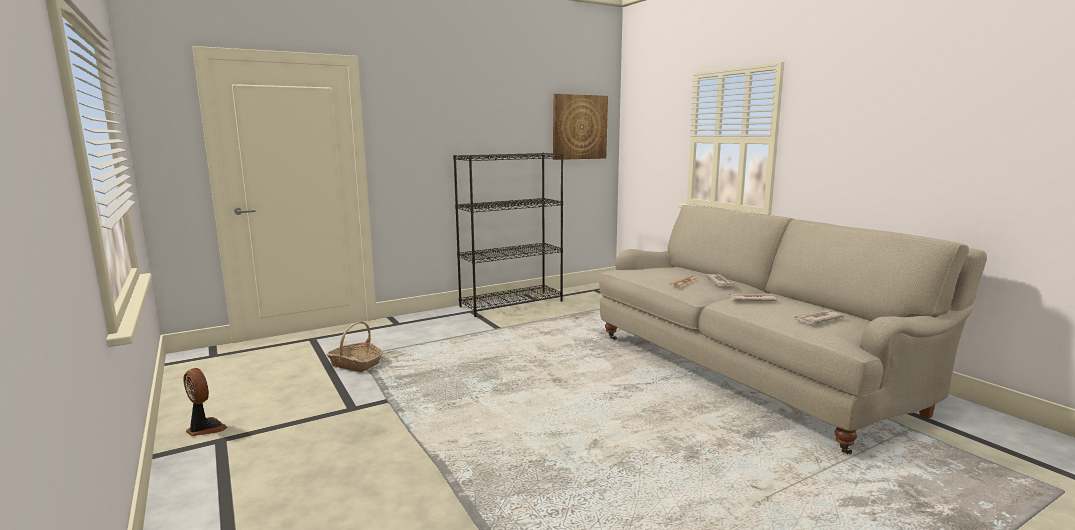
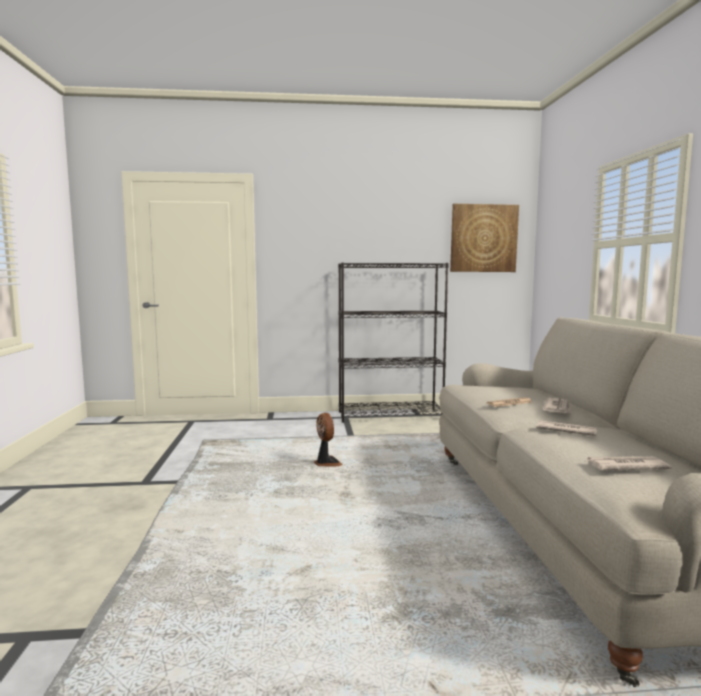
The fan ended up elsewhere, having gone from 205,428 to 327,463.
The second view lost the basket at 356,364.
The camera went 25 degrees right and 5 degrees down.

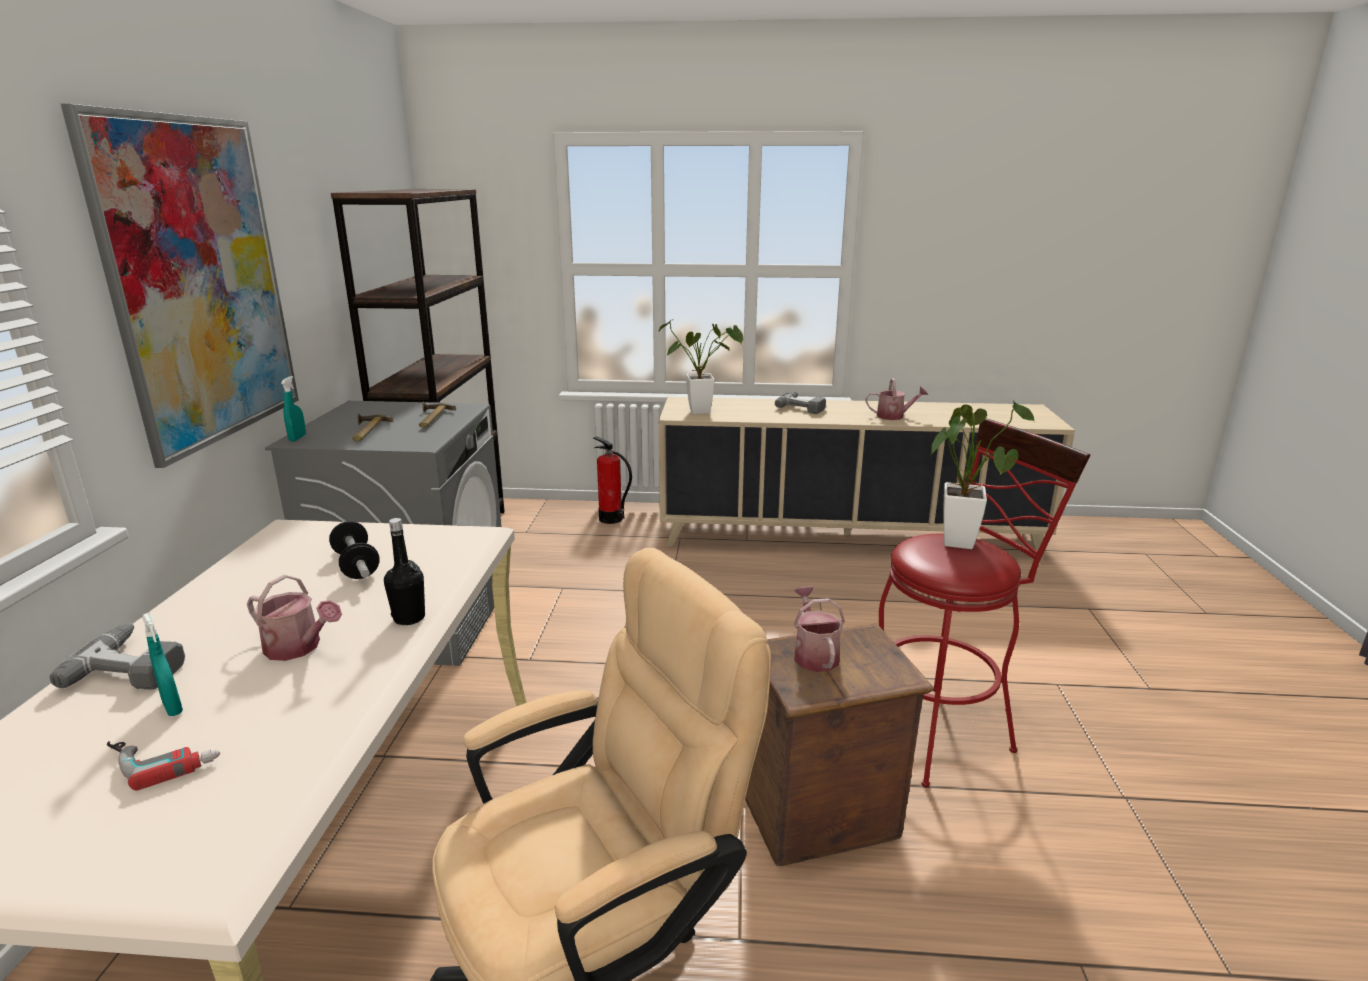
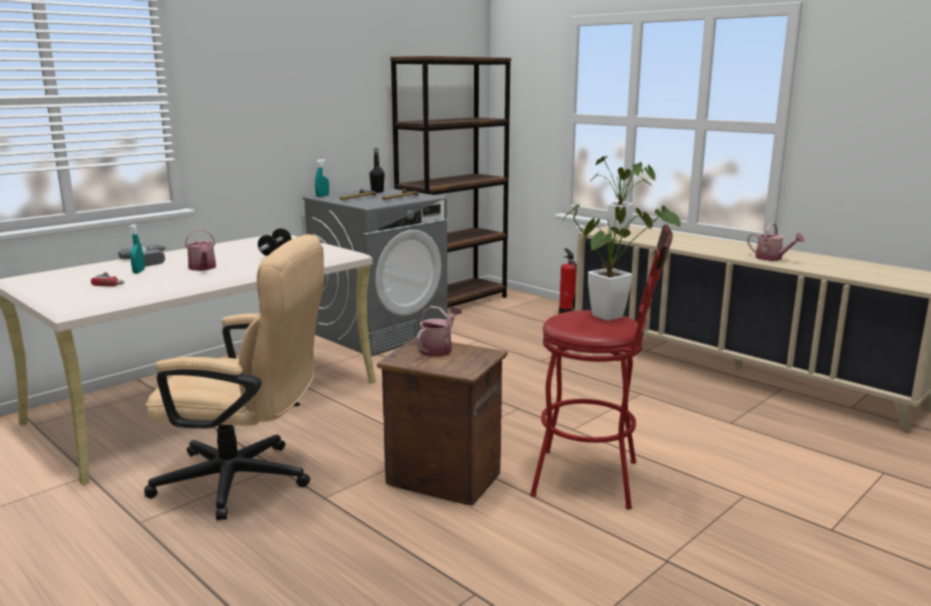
The second view lost the picture at 200,282.
The bottle/black ended up elsewhere, having gone from 409,618 to 377,192.
The second view lost the power drill at 803,407.
The camera went 40 degrees right and 5 degrees down.

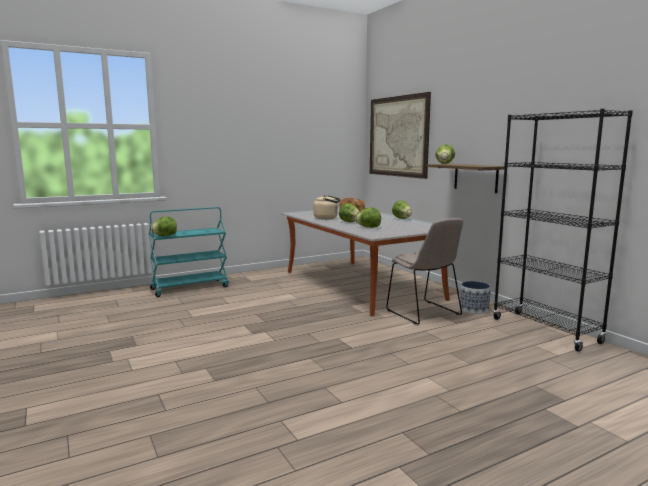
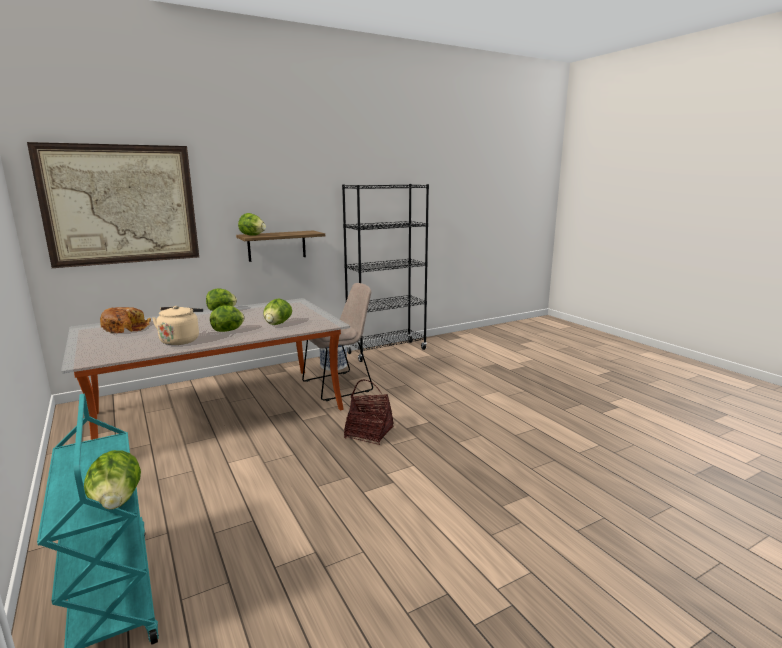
The second view gained the basket at 369,433.
The camera went 90 degrees left and 5 degrees up.

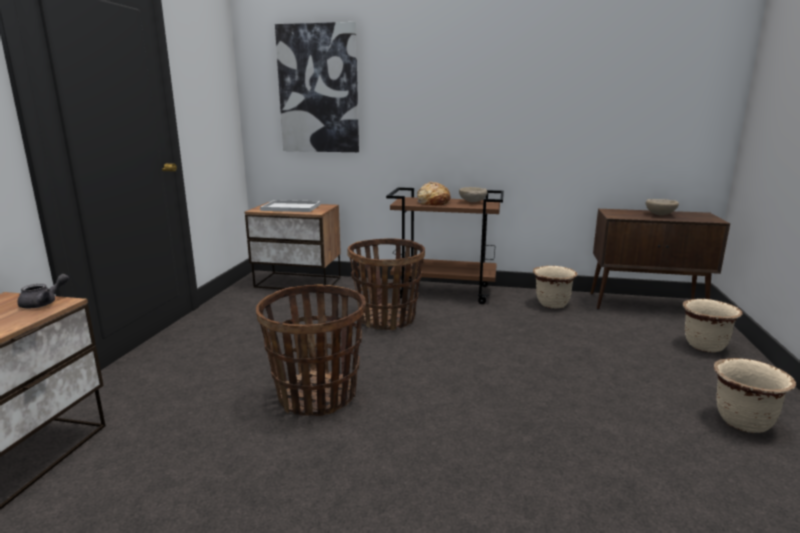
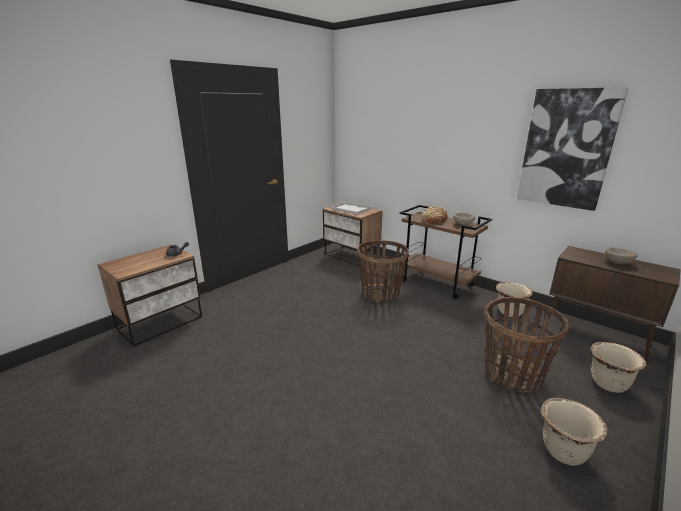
The basket ended up elsewhere, having gone from 317,396 to 512,375.
The picture ended up elsewhere, having gone from 318,89 to 566,149.
The camera went 30 degrees right and 5 degrees up.

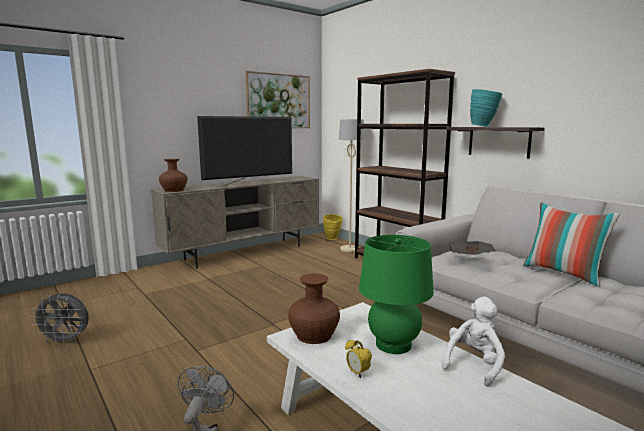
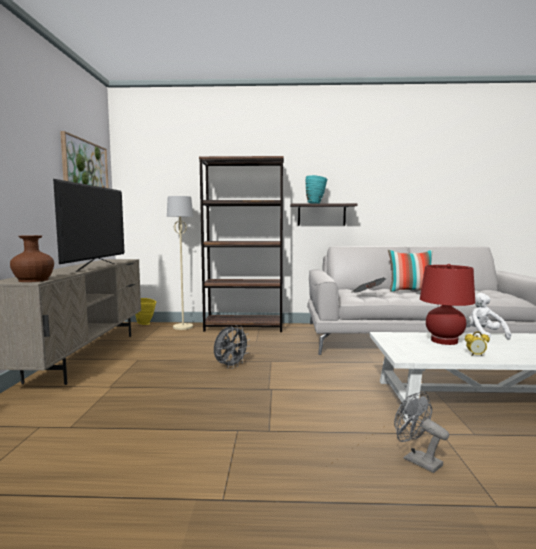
The fan/grey ended up elsewhere, having gone from 66,341 to 231,366.
The second view lost the vase/brown at 314,335.
What was the table lamp/green at 393,344 turned into the table lamp/red at 444,341.
The camera went 50 degrees left and 5 degrees down.

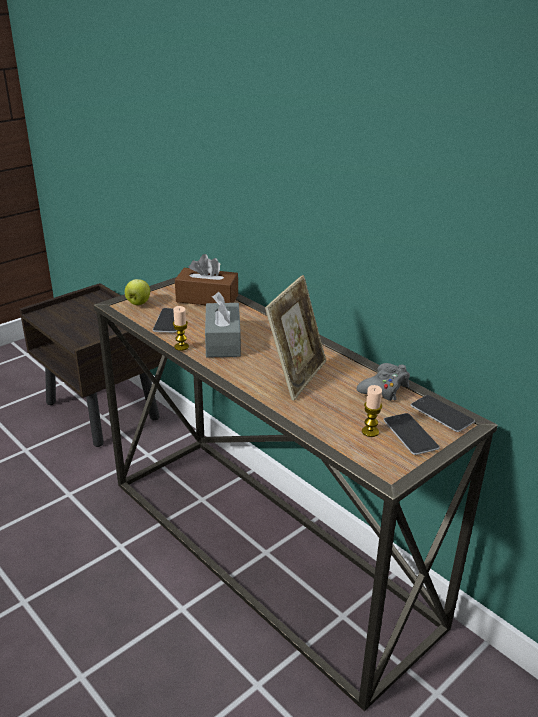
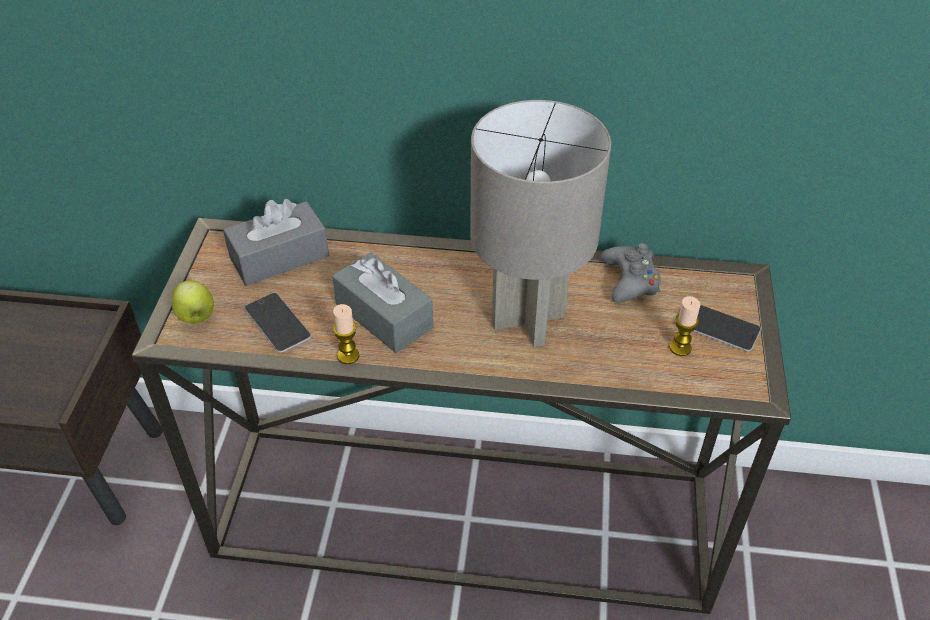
What was the tissue box/brown at 207,298 turned into the tissue box/grey at 279,257.
Where the picture frame stood at 296,376, the table lamp/grey came to stand at 527,319.
The second view lost the phone at 442,413.
The camera went 40 degrees left and 15 degrees up.

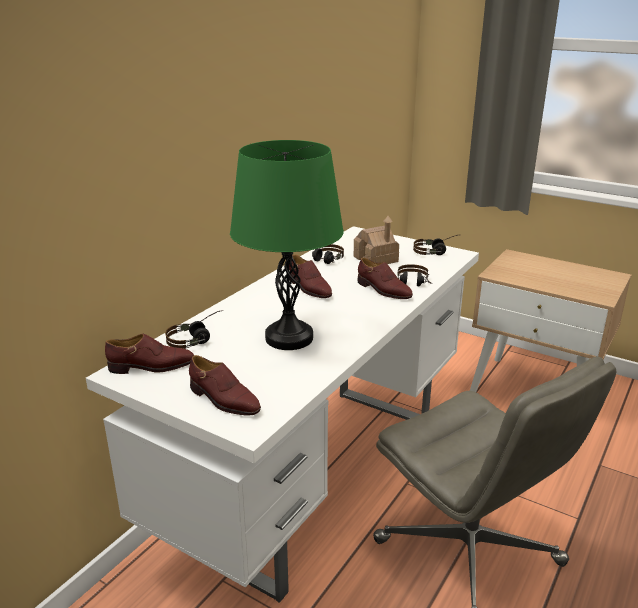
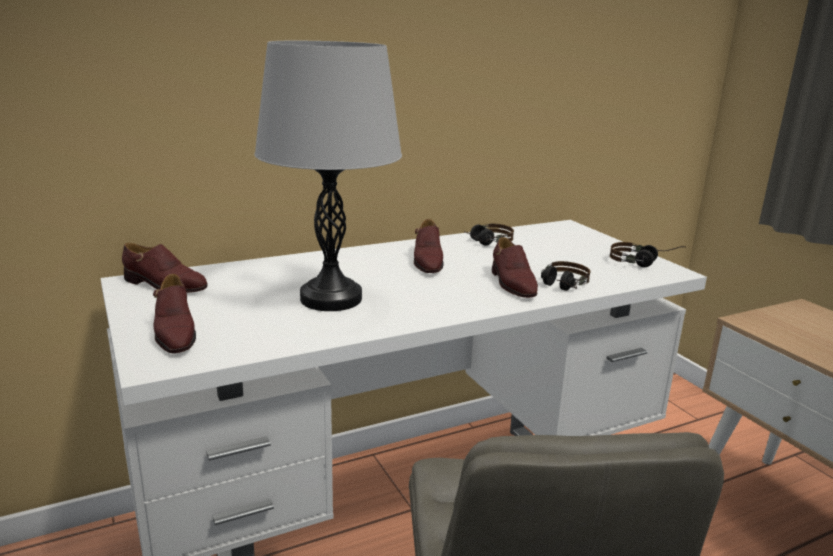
The second view lost the headphones at 198,338.
What was the table lamp/green at 289,338 turned into the table lamp/grey at 331,298.
The second view lost the toy house at 376,259.
The camera went 30 degrees right and 5 degrees down.

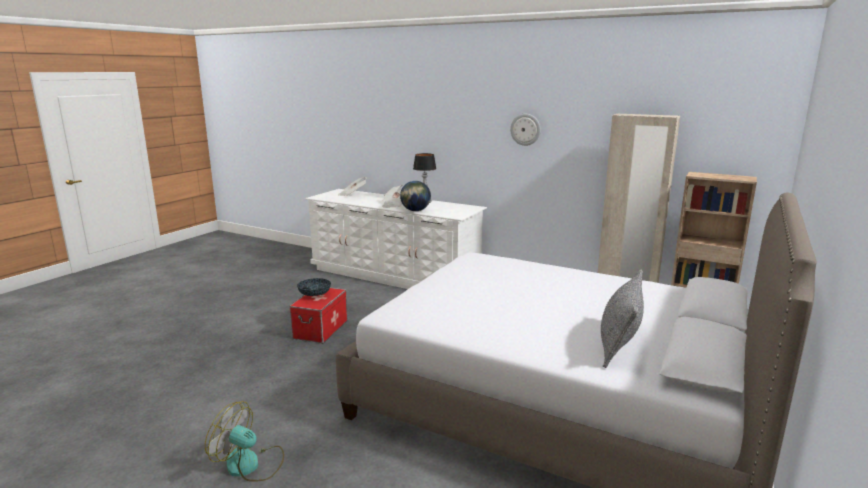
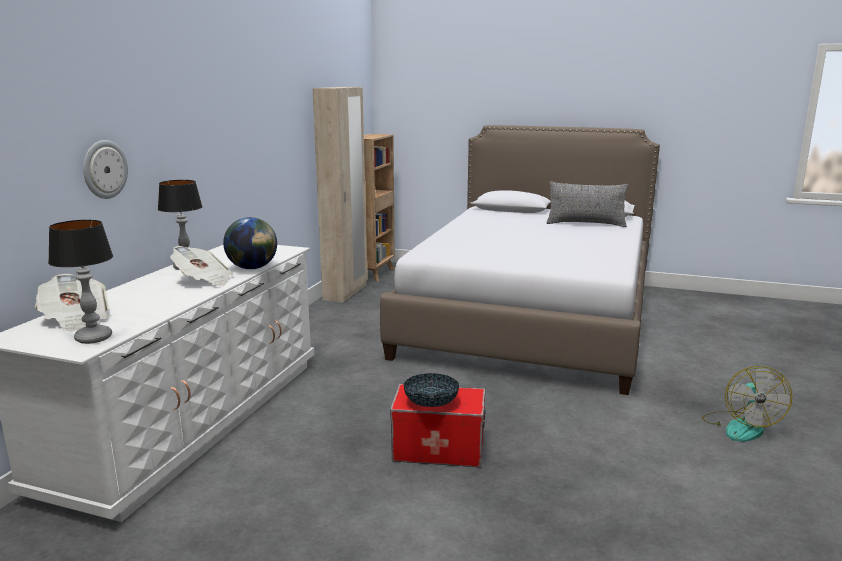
The wall clock ended up elsewhere, having gone from 525,129 to 104,169.
The second view gained the table lamp at 93,338.
The camera went 100 degrees left and 0 degrees up.

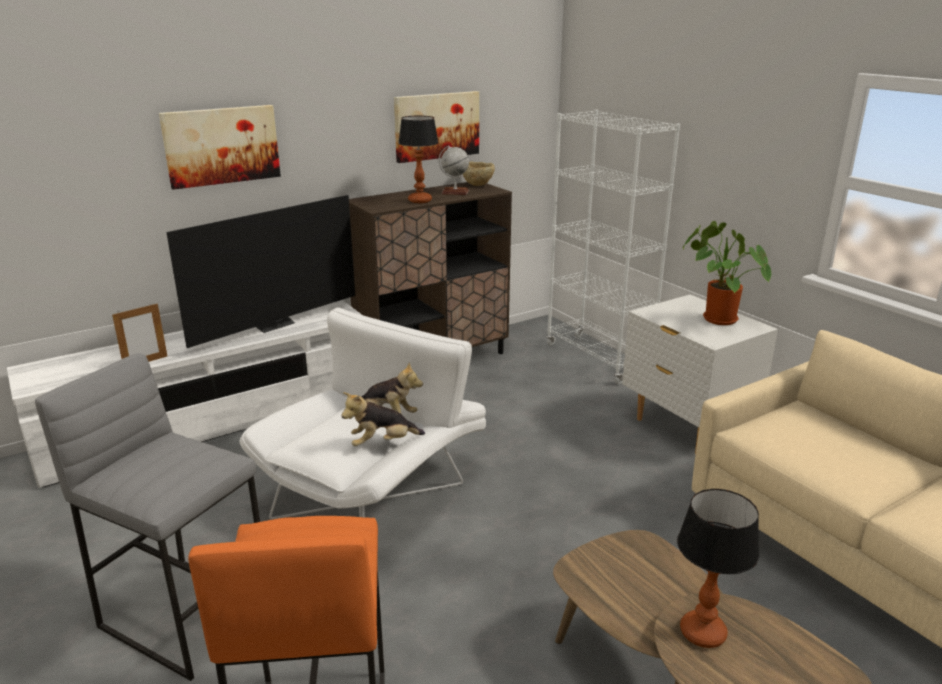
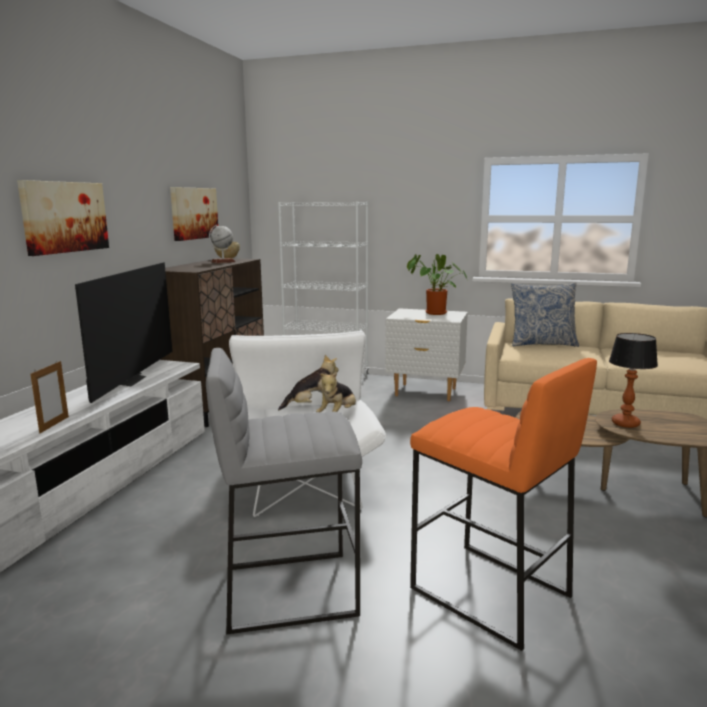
The second view lost the table lamp at 419,200.
The second view gained the pillow at 542,344.
The camera went 40 degrees left and 10 degrees down.

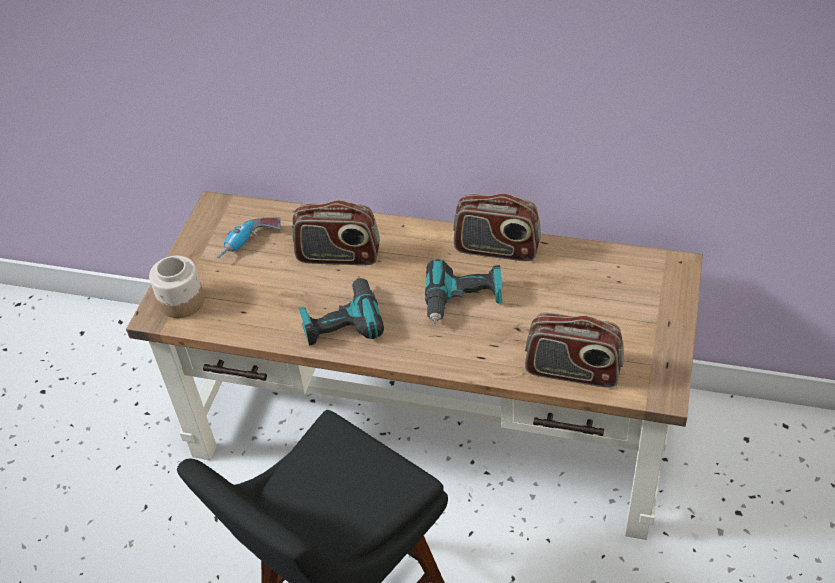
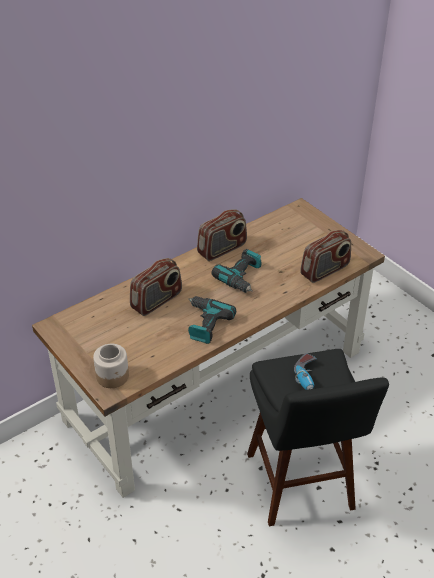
The power drill ended up elsewhere, having gone from 250,244 to 308,379.
The camera went 55 degrees left and 5 degrees down.

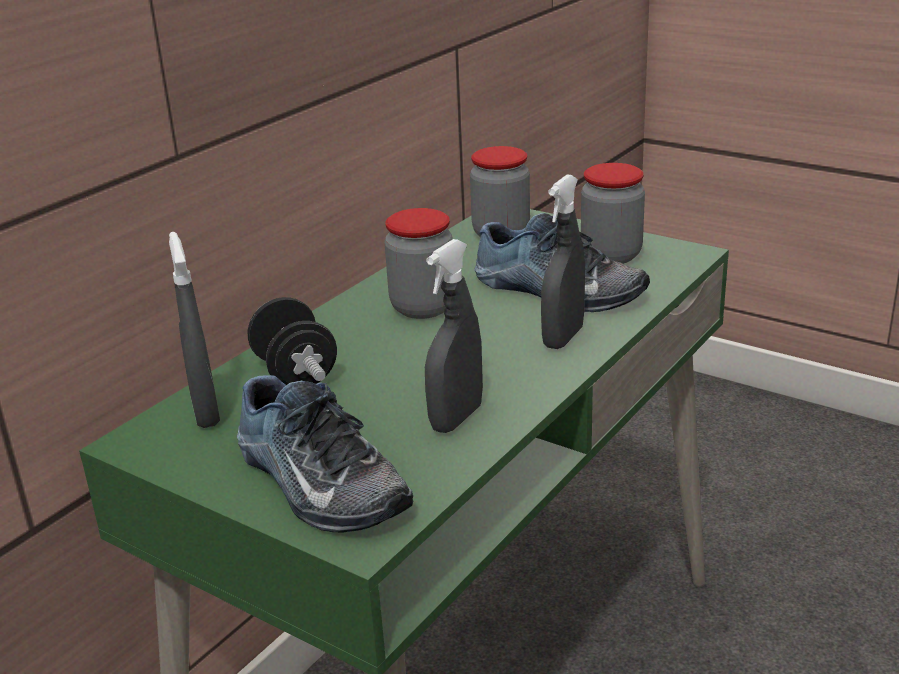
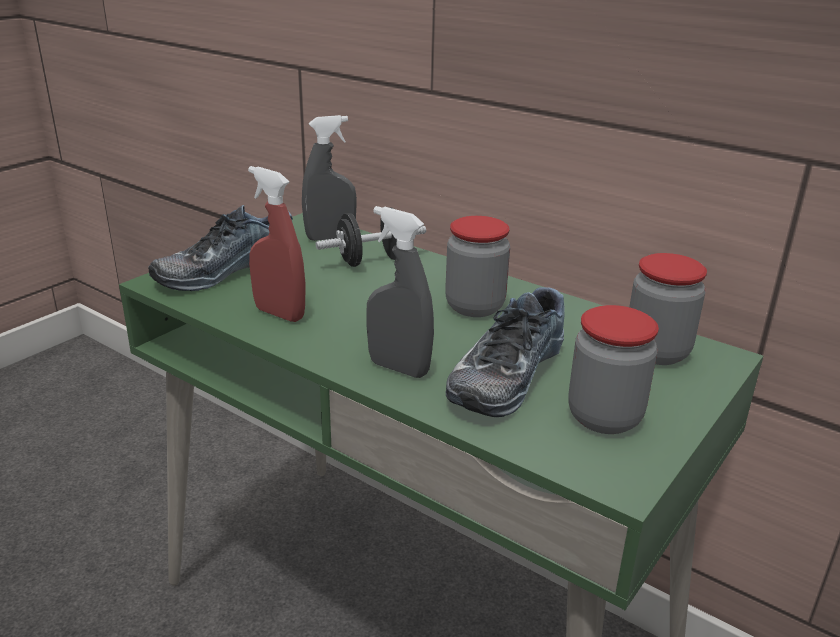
What was the spray bottle/grey at 456,418 turned into the spray bottle/red at 279,314.
The camera went 90 degrees right and 0 degrees up.

